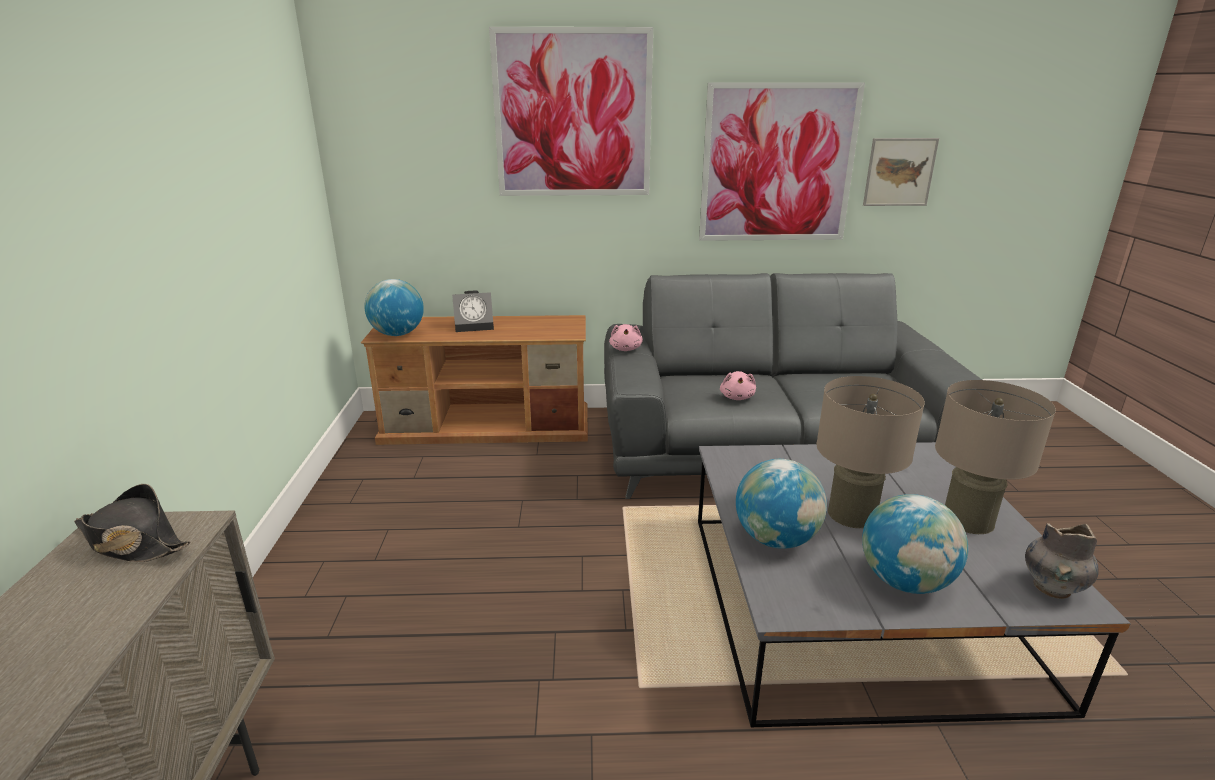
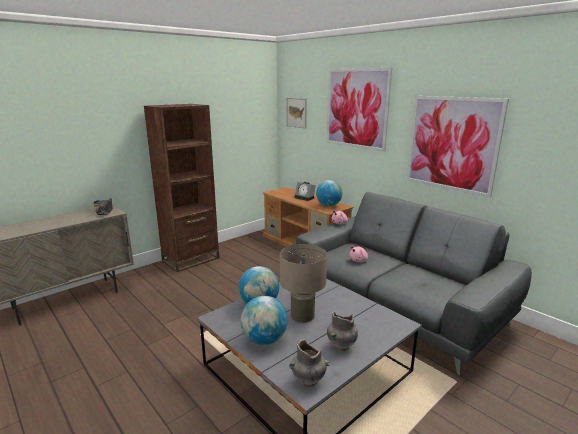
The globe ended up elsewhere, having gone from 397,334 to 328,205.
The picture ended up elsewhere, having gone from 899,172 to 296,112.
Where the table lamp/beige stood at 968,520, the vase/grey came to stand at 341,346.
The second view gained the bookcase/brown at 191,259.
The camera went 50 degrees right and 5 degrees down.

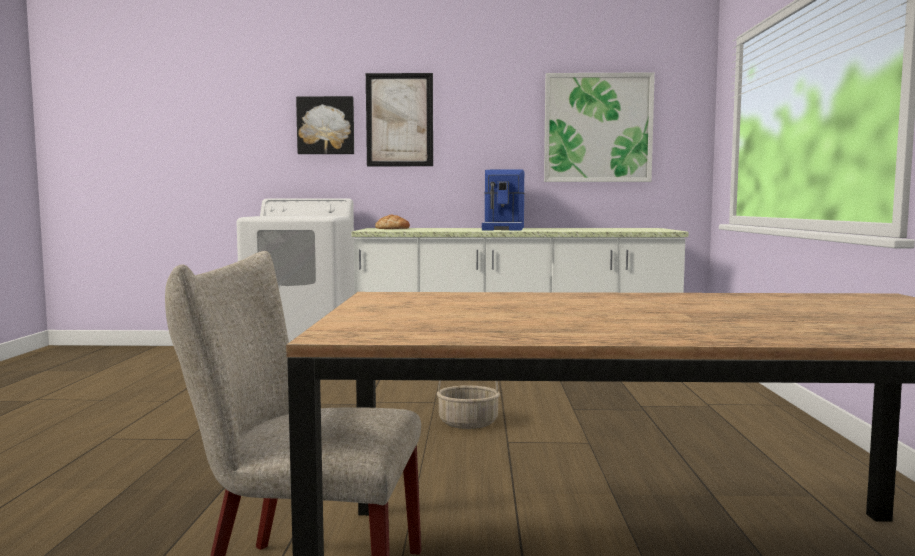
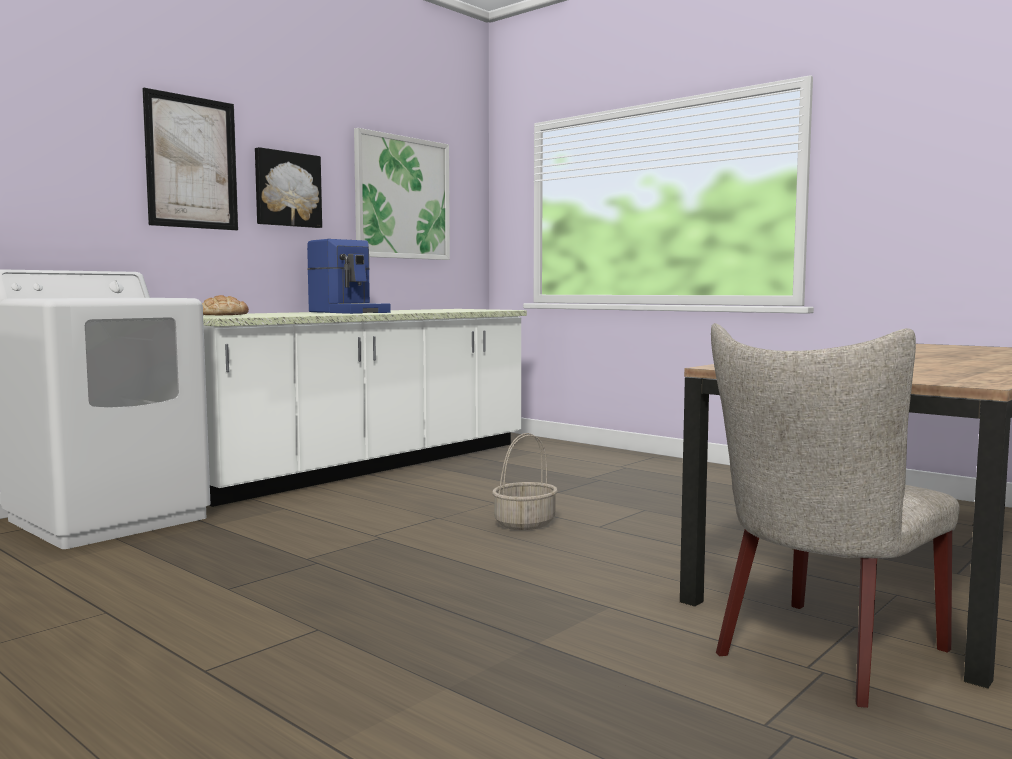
The picture ended up elsewhere, having gone from 326,125 to 287,189.
The camera went 50 degrees left and 0 degrees up.

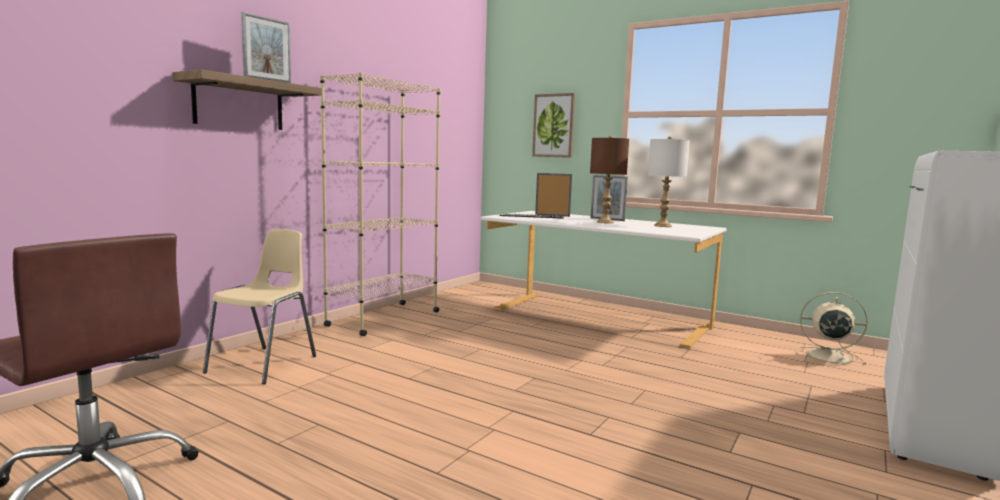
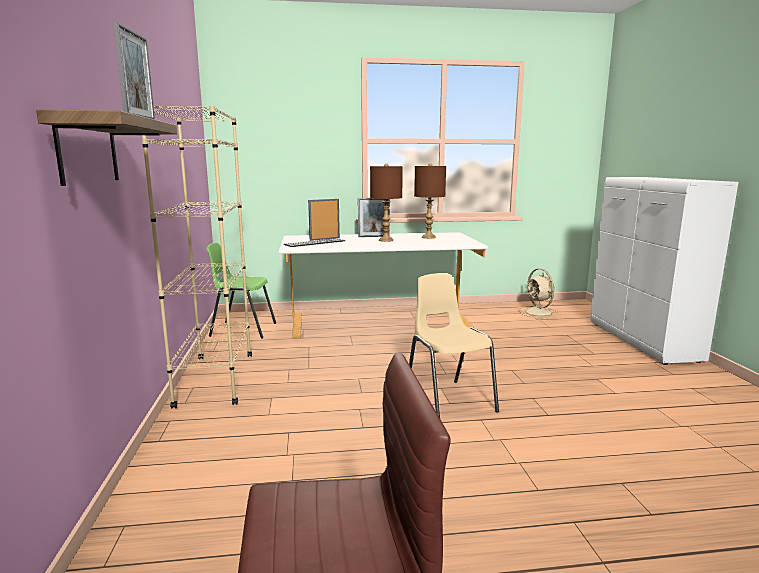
The chair/beige ended up elsewhere, having gone from 264,364 to 448,401.
The second view lost the picture at 554,125.
What was the table lamp/white at 663,226 turned into the table lamp/brown at 428,237.
The fan/beige at 826,356 ended up facing another way, 90 degrees counterclockwise from before.
The second view gained the chair/green at 242,330.
The camera went 40 degrees left and 5 degrees up.

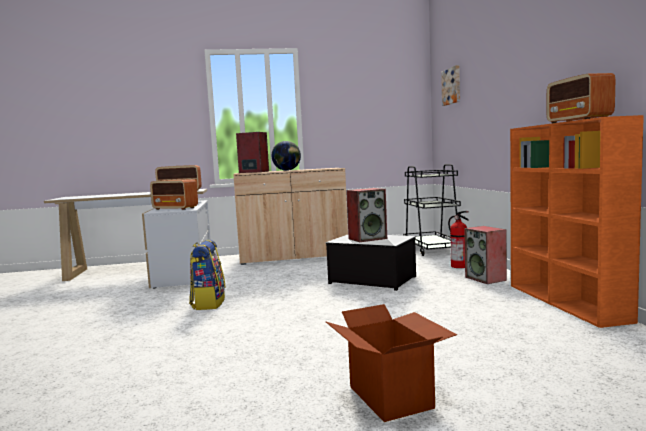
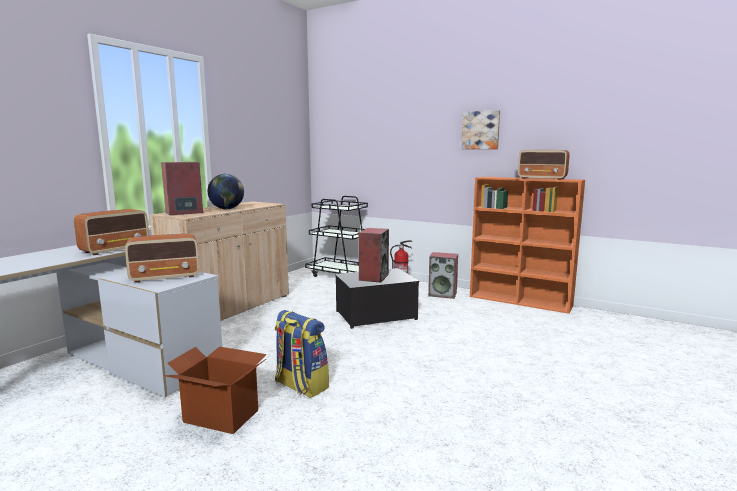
The cardboard box ended up elsewhere, having gone from 391,397 to 221,416.
The picture ended up elsewhere, having gone from 452,86 to 481,130.
The camera went 50 degrees left and 5 degrees up.

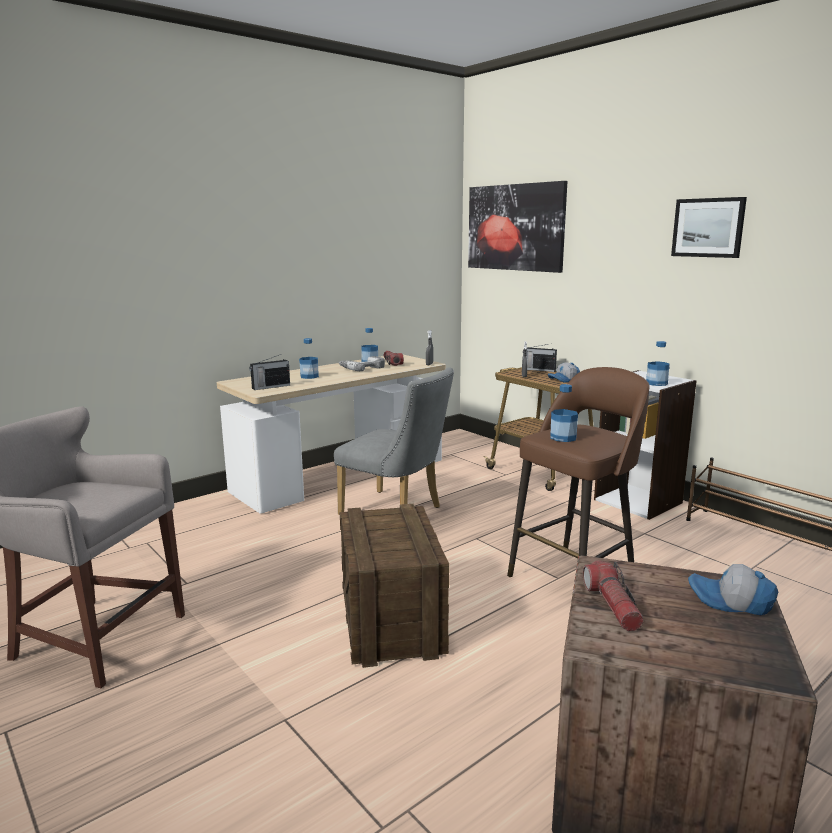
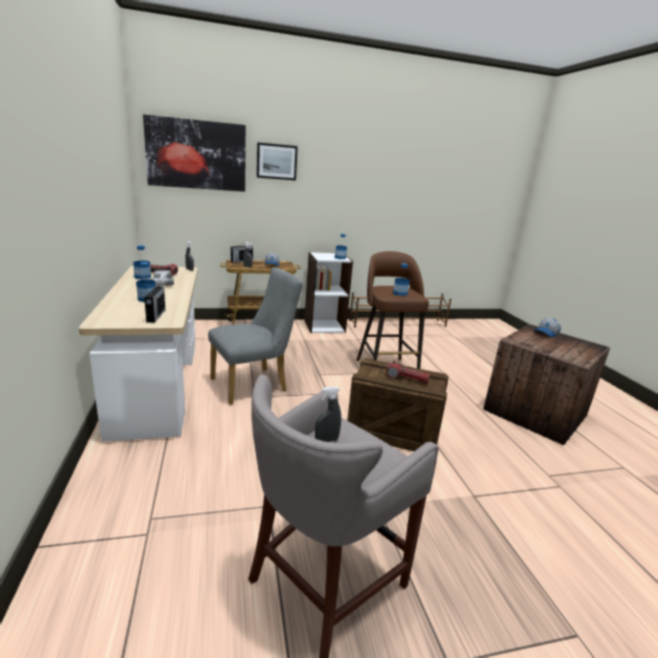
The flashlight ended up elsewhere, having gone from 612,605 to 406,378.
The picture ended up elsewhere, having gone from 708,227 to 276,161.
The second view gained the spray bottle/grey at 326,440.
The camera went 65 degrees left and 5 degrees up.

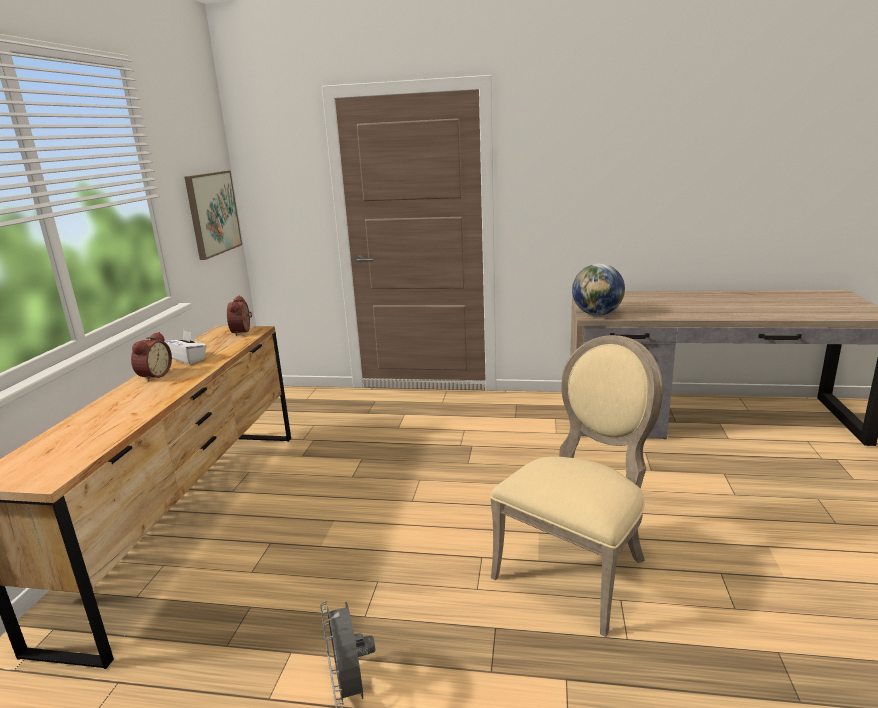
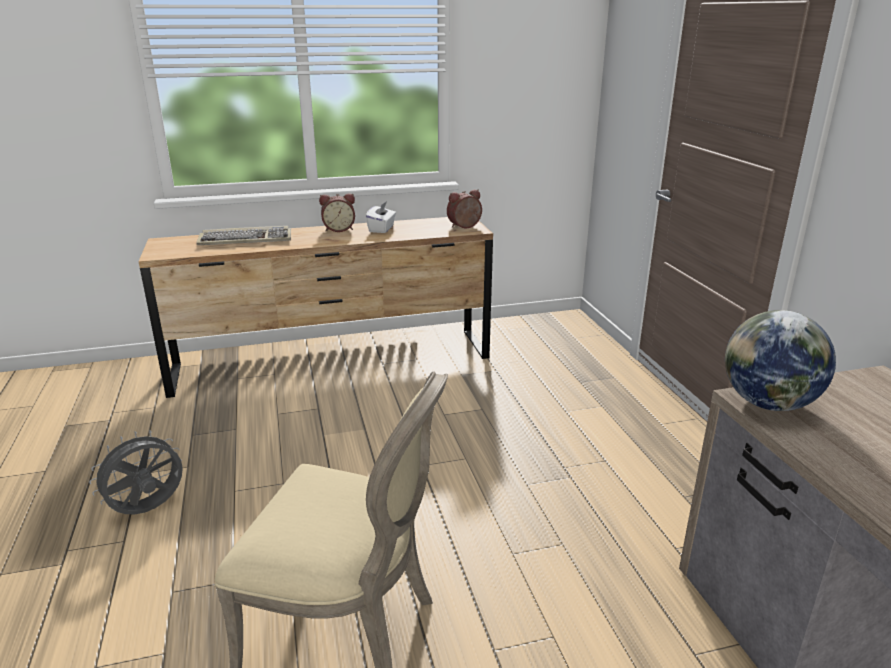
The second view lost the picture at 213,213.
The second view gained the keyboard at 246,239.
The camera went 65 degrees right and 5 degrees up.

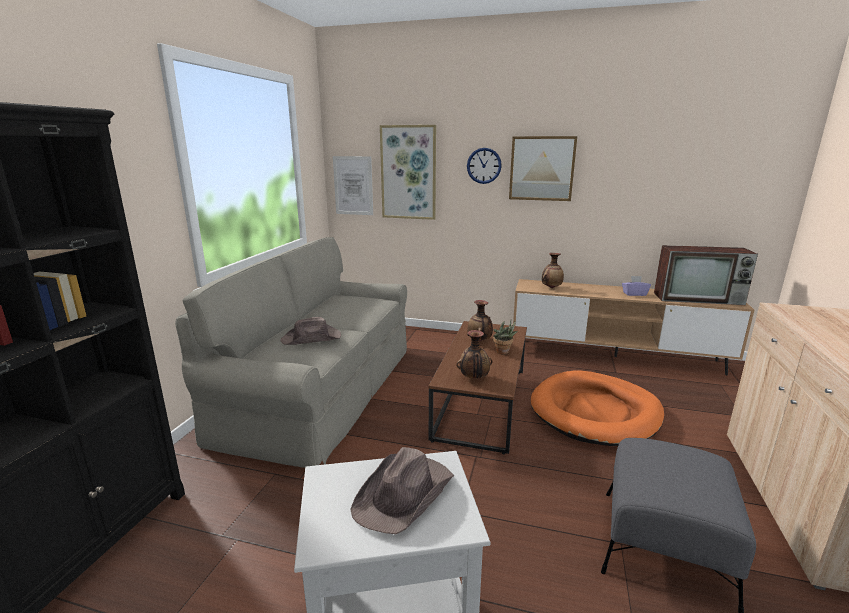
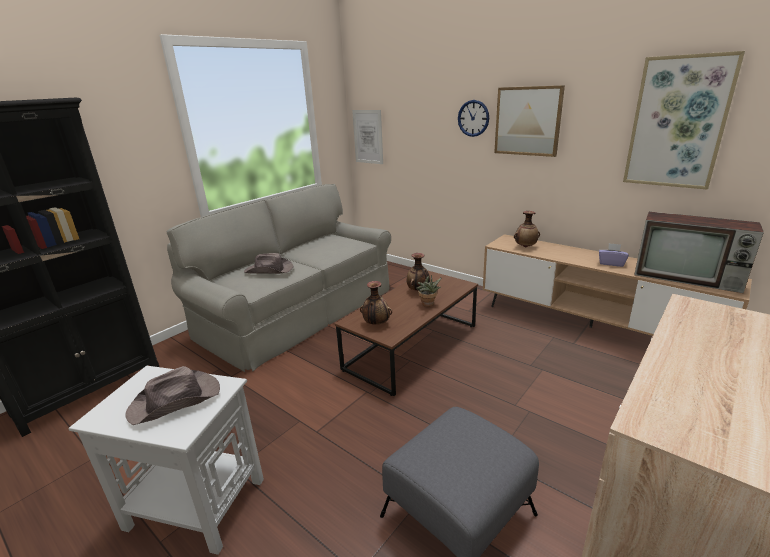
The picture ended up elsewhere, having gone from 408,173 to 677,123.
The second view lost the dog bed/orange at 595,412.
The camera went 25 degrees right and 5 degrees up.

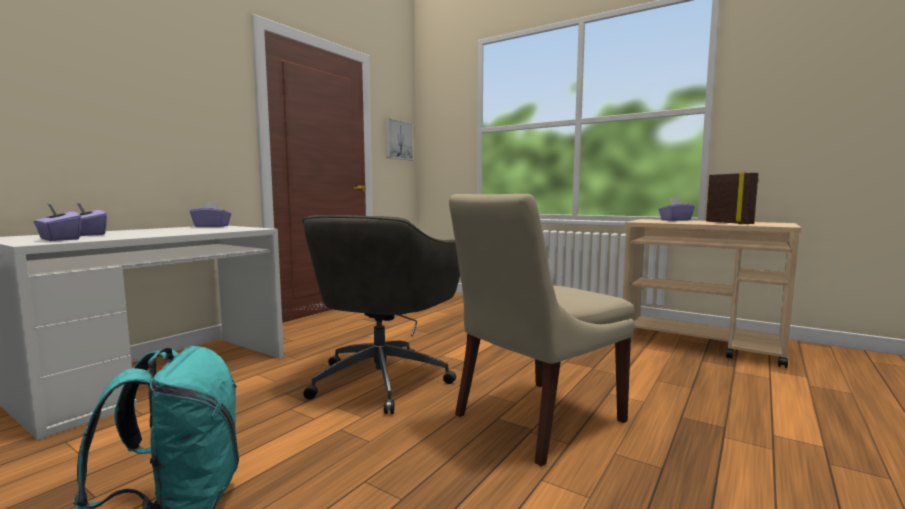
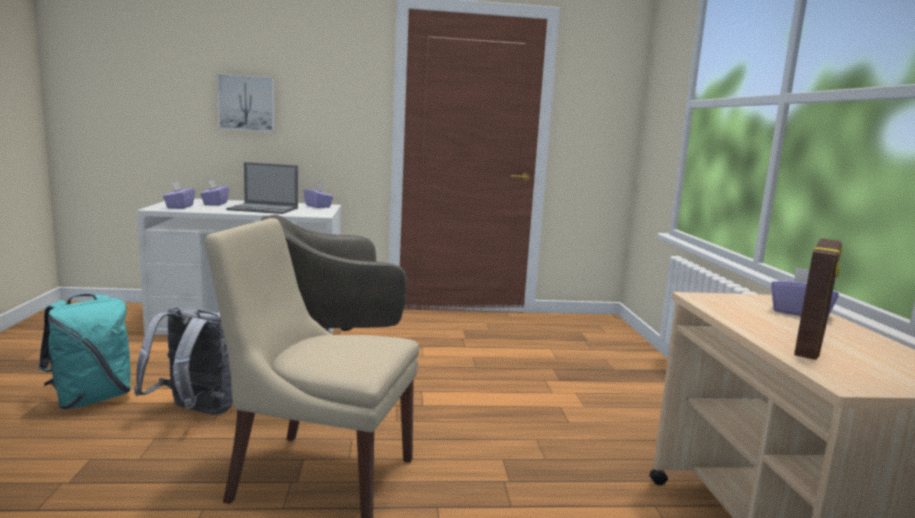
The picture ended up elsewhere, having gone from 398,140 to 247,103.
The second view gained the backpack/grey at 194,412.
The second view gained the laptop at 264,209.
The camera went 50 degrees right and 5 degrees up.

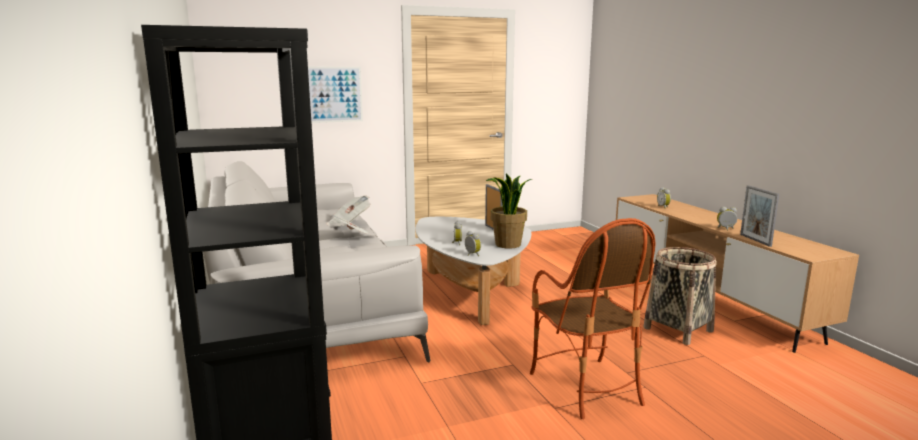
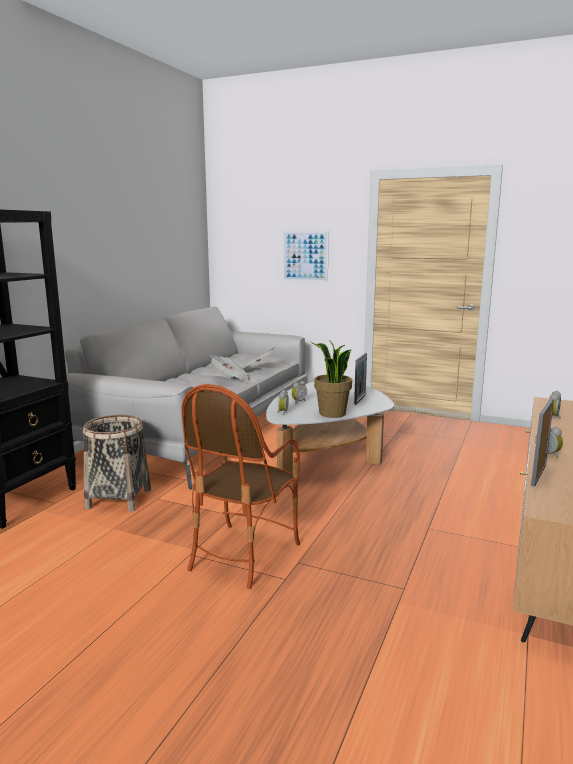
The basket ended up elsewhere, having gone from 678,329 to 119,499.
The camera went 45 degrees right and 0 degrees up.

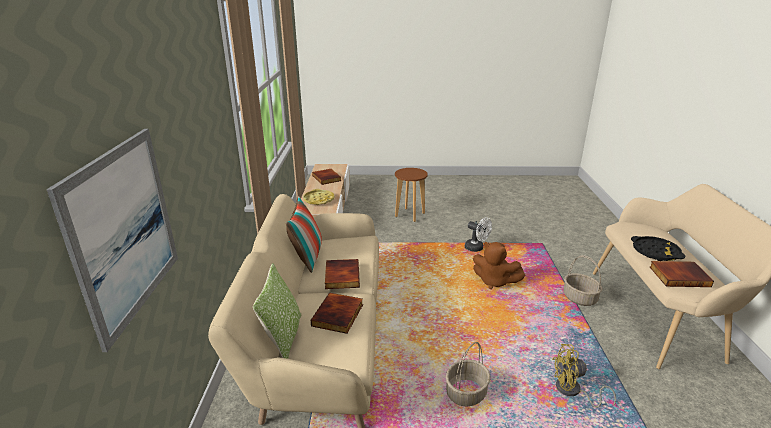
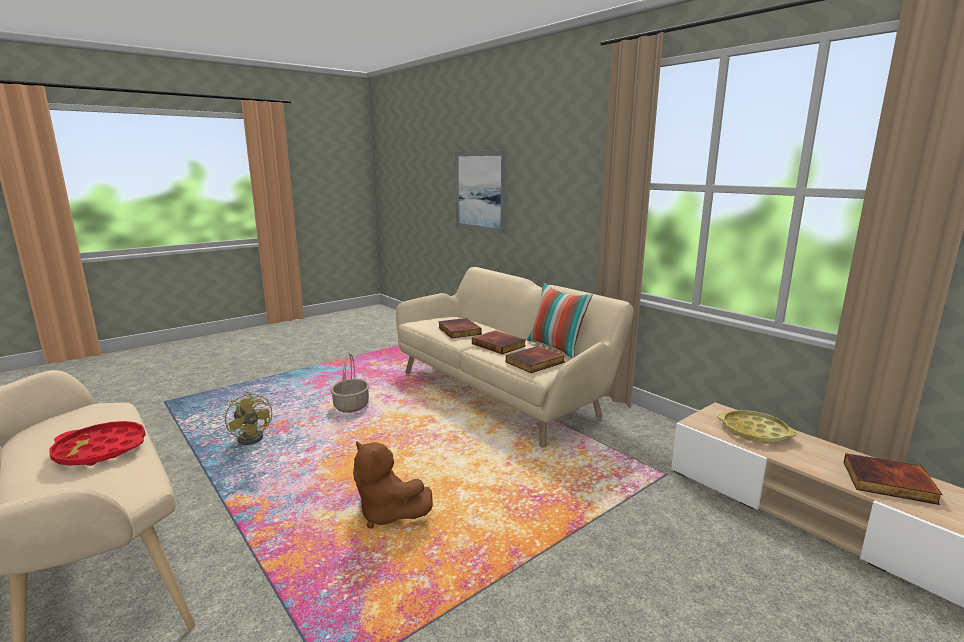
The second view lost the pillow at 283,337.
The second view lost the stool/brown at 410,215.
The second view lost the fan/white at 476,248.
The plush toy/brown at 494,281 ended up facing another way, 135 degrees counterclockwise from before.
The fan/yellow at 573,391 ended up facing another way, 90 degrees clockwise from before.
The second view lost the basket at 580,298.
What was the tray/black at 655,252 turned into the tray/red at 101,450.
The book ended up elsewhere, having gone from 679,276 to 535,362.
The camera went 140 degrees right and 10 degrees down.

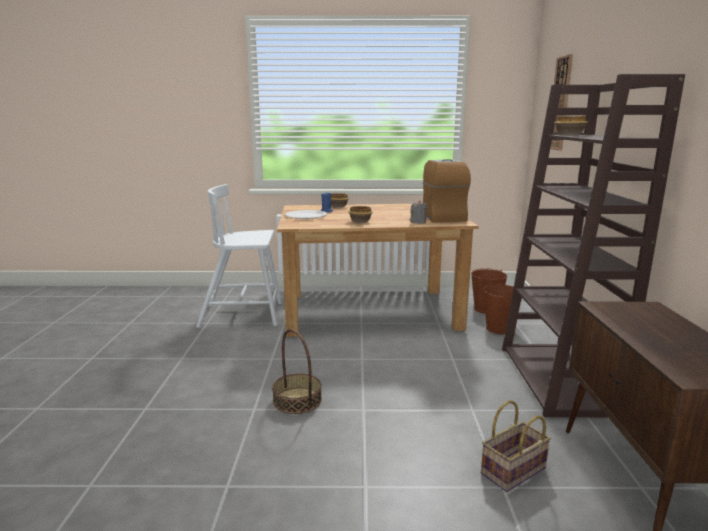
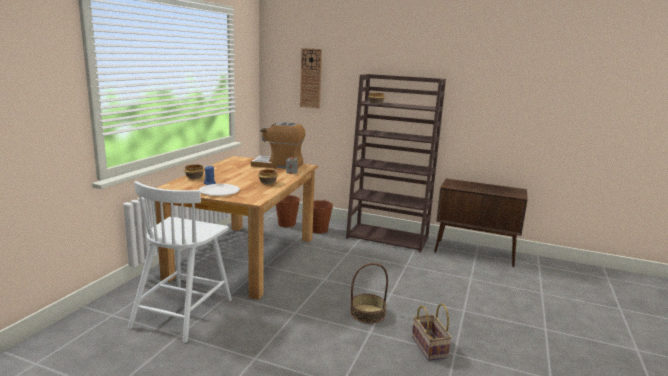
The basket ended up elsewhere, having gone from 513,472 to 430,347.
The camera went 70 degrees left and 0 degrees up.

